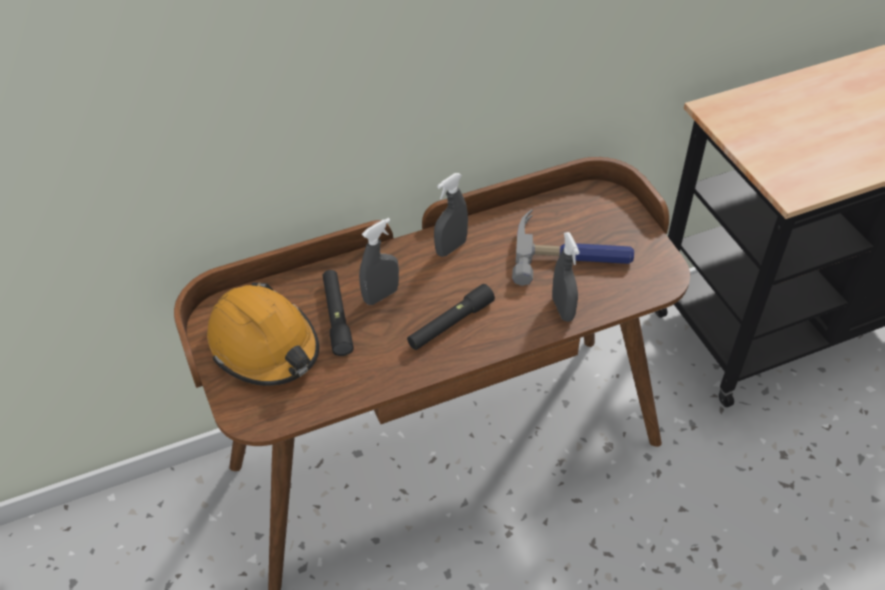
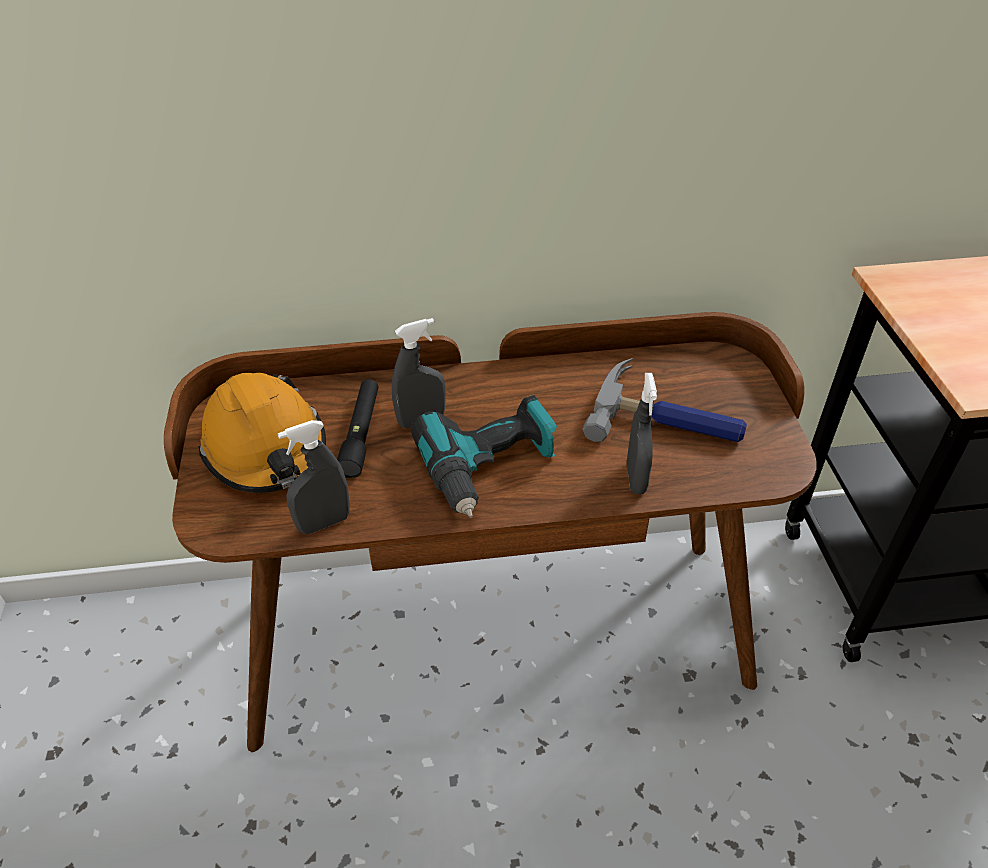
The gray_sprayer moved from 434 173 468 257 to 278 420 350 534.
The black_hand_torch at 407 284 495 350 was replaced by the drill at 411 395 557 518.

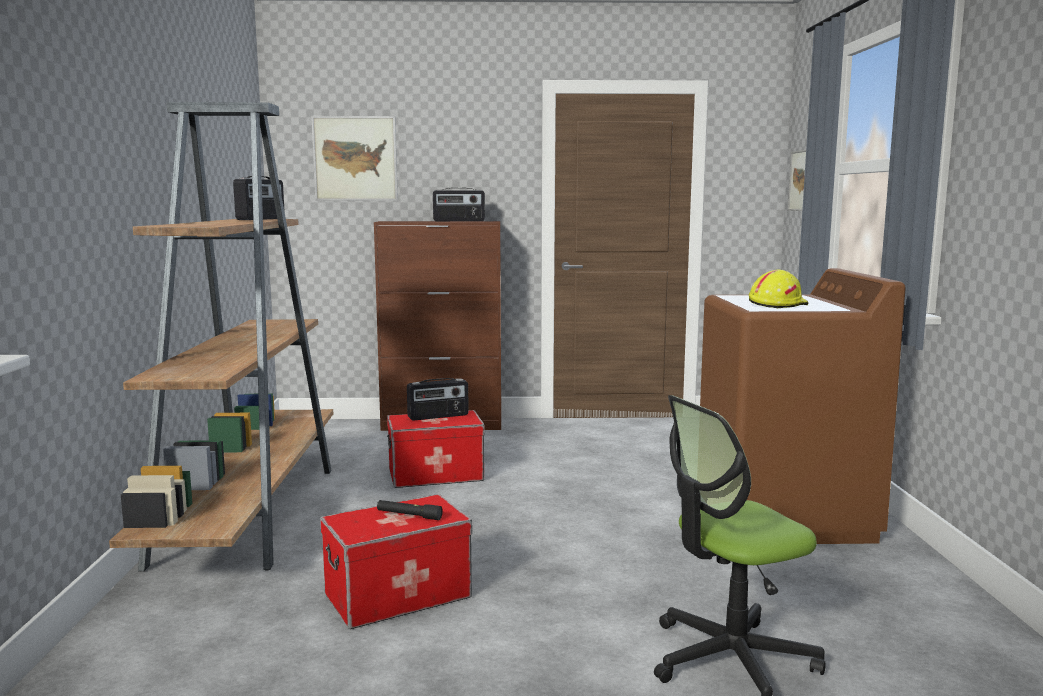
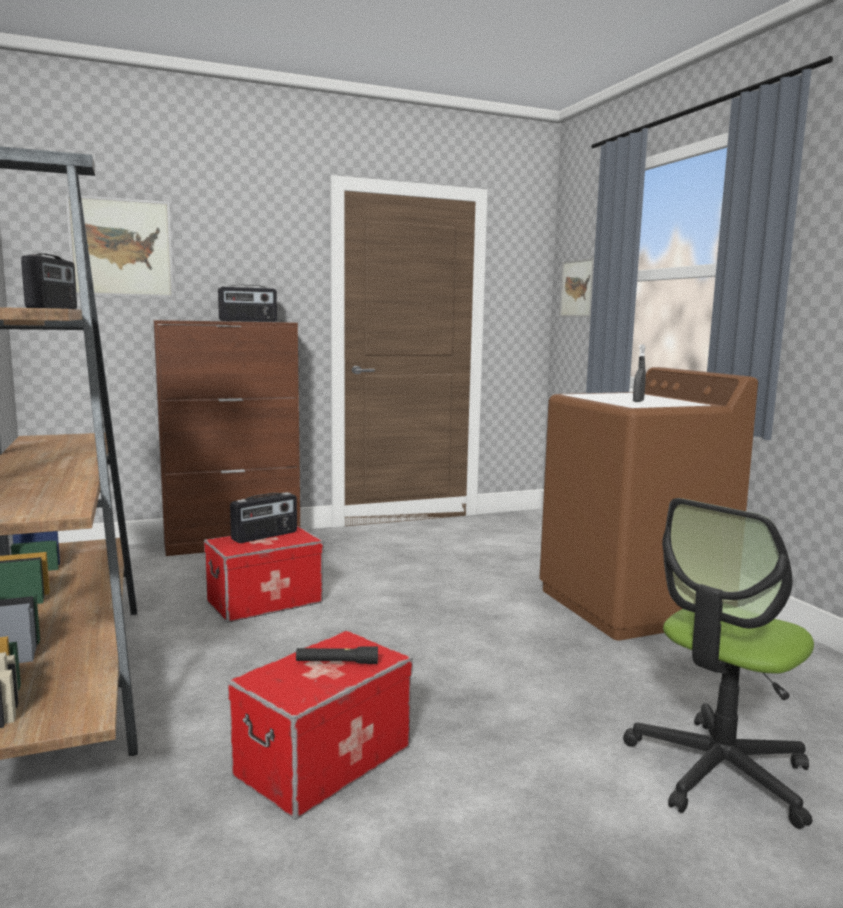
The yellowish_safety_helmet at 749 270 809 308 was replaced by the gray_sprayer at 633 344 646 402.

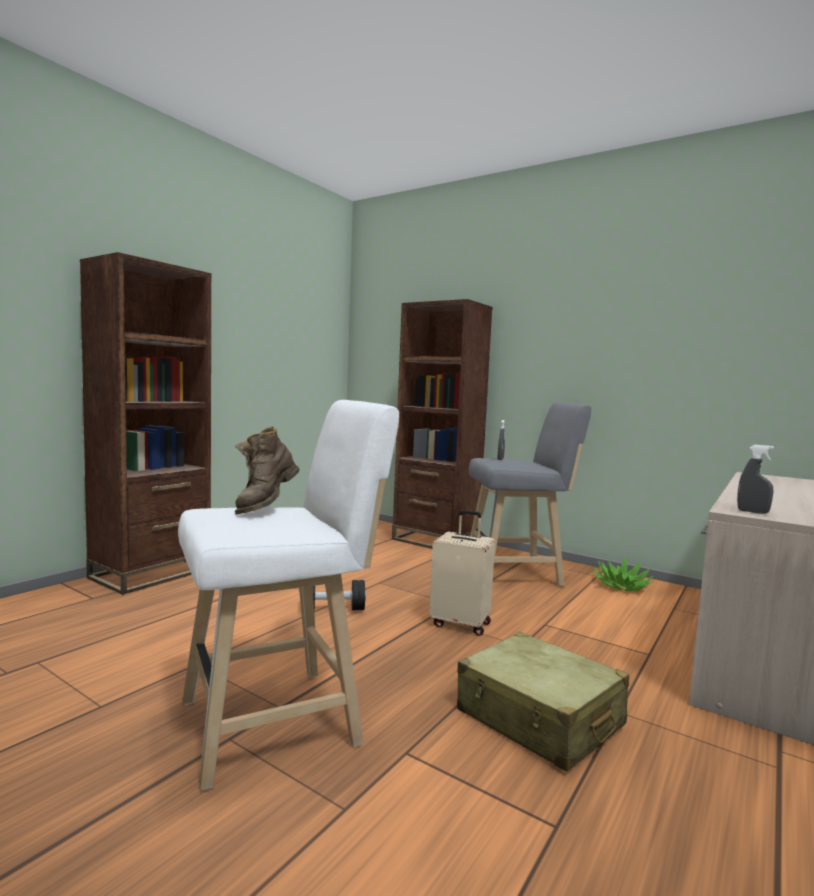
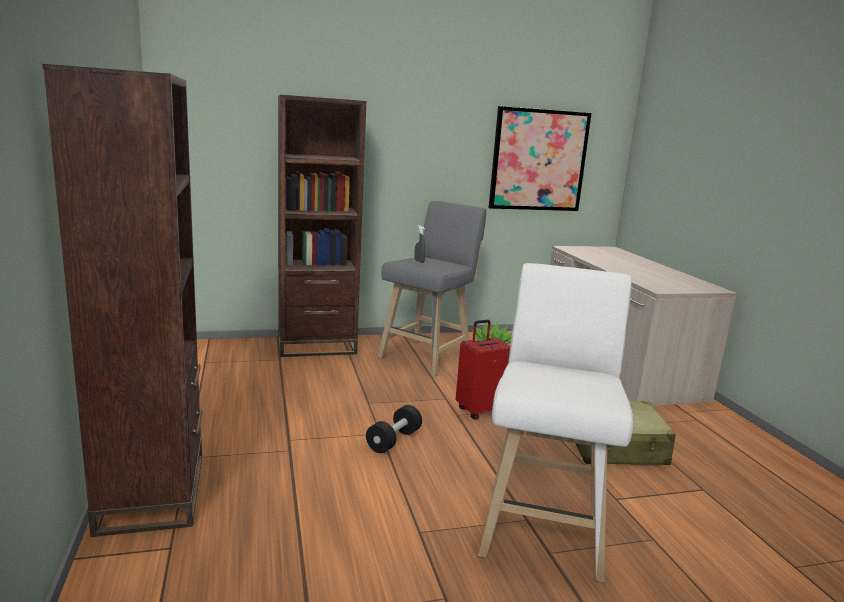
The brown_boot at 235 426 300 515 disappeared.
The gray_sprayer at 737 445 774 514 disappeared.
The wall_picture at 489 106 592 211 appeared.
The beige_piece_of_luggage at 429 510 495 636 became the red-coloured_piece_of_luggage at 456 320 510 420.

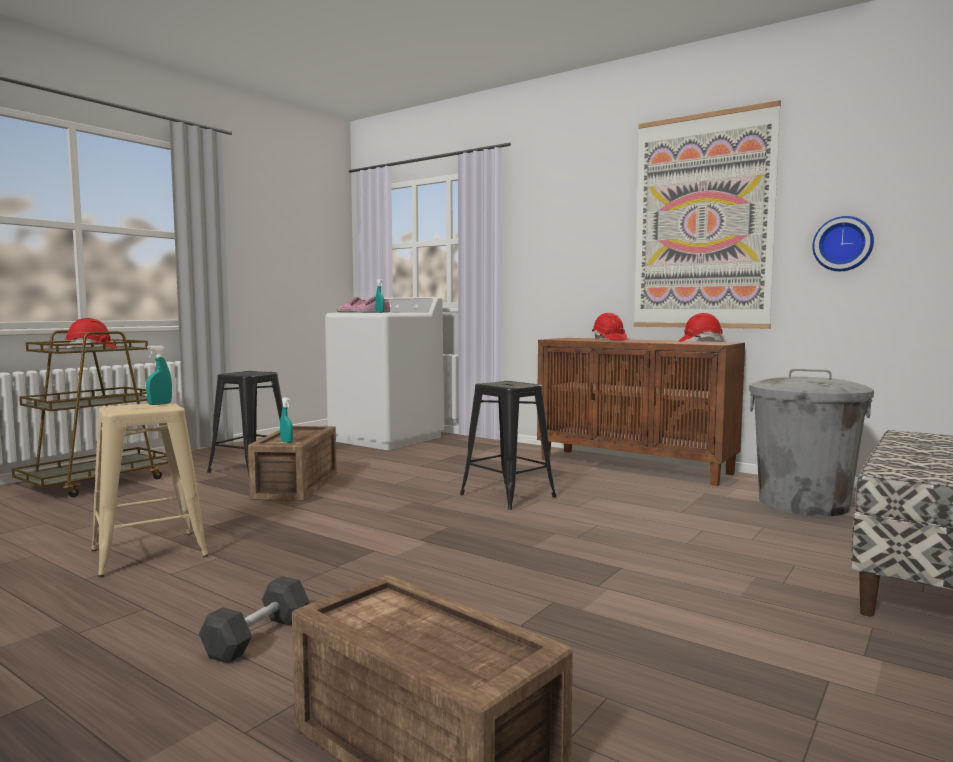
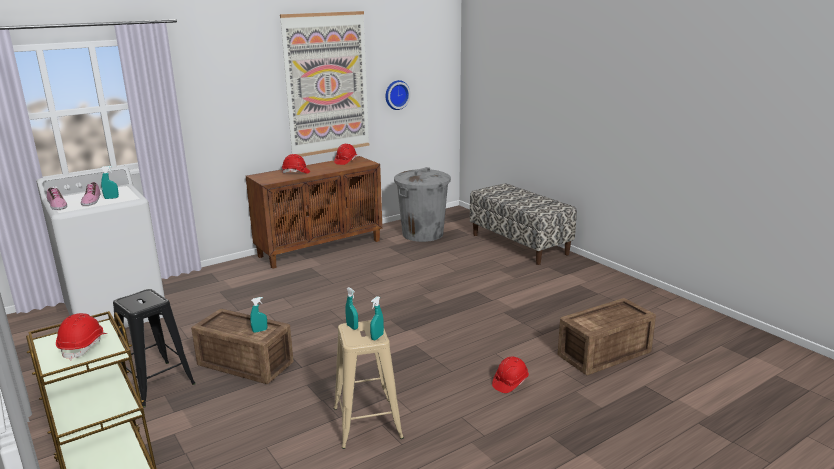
The black_sitting_stool at 460 381 557 510 disappeared.
The turquoise-coloured_sprayer at 370 296 384 340 appeared.
The gray_free_weight at 199 576 309 664 was replaced by the red-coloured_safety_helmet at 492 357 529 393.

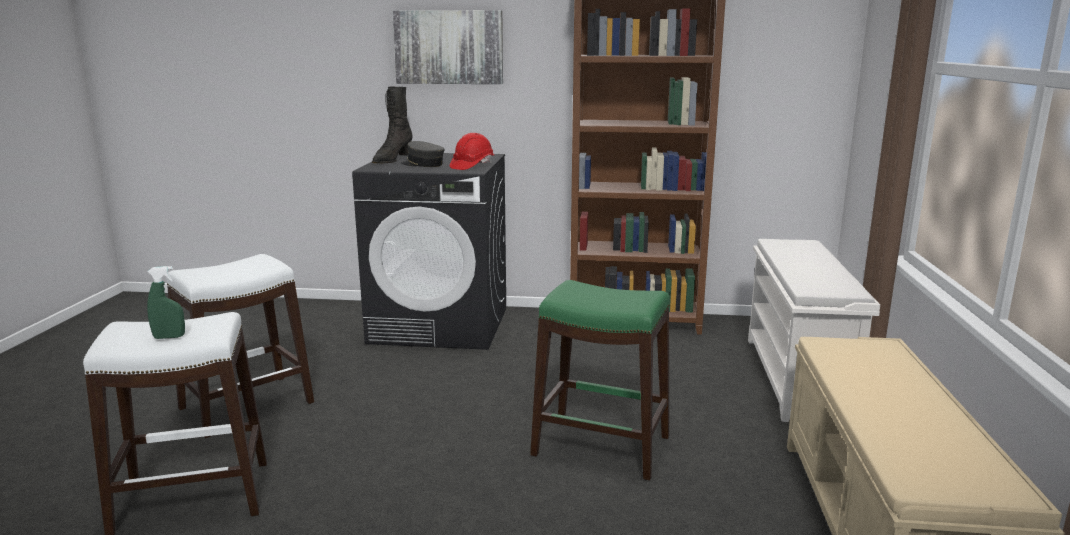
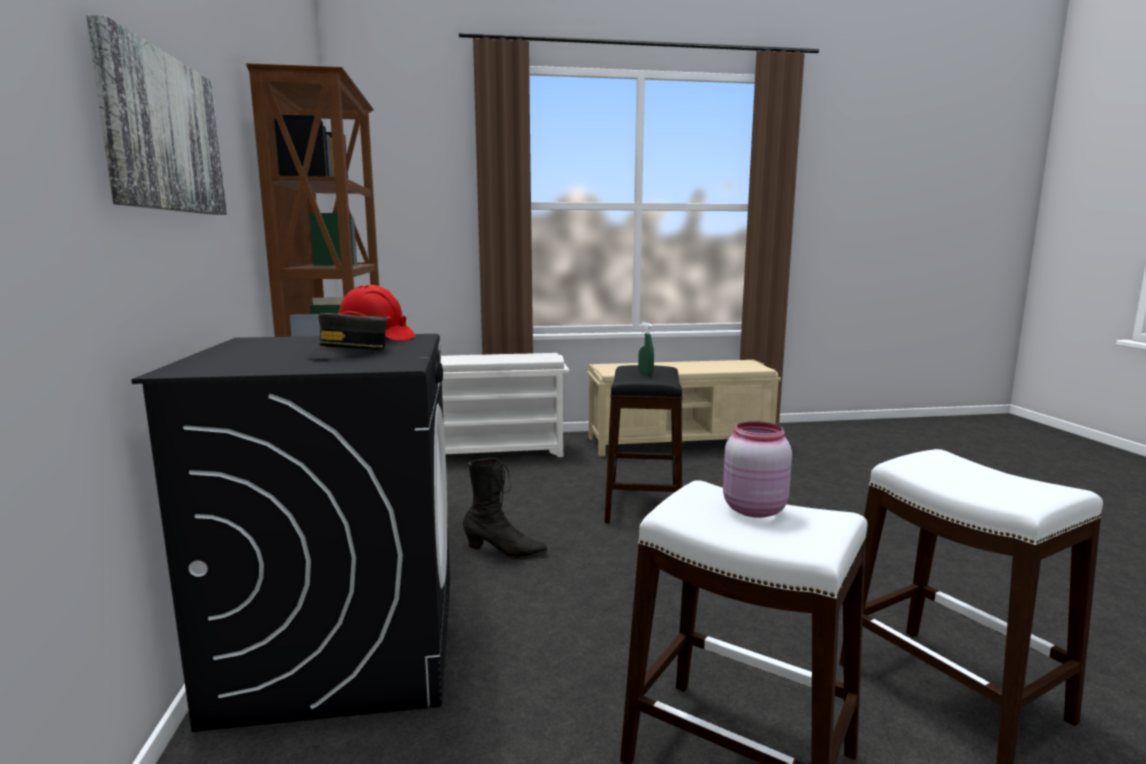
The pink_preserve_jar at 723 421 792 518 appeared.
The greenish_sprayer moved from 147 266 185 339 to 638 322 654 376.
The black_boot moved from 372 86 413 163 to 463 458 548 560.
The greenish_sitting_stool at 530 280 670 480 became the black_sitting_stool at 605 365 682 523.

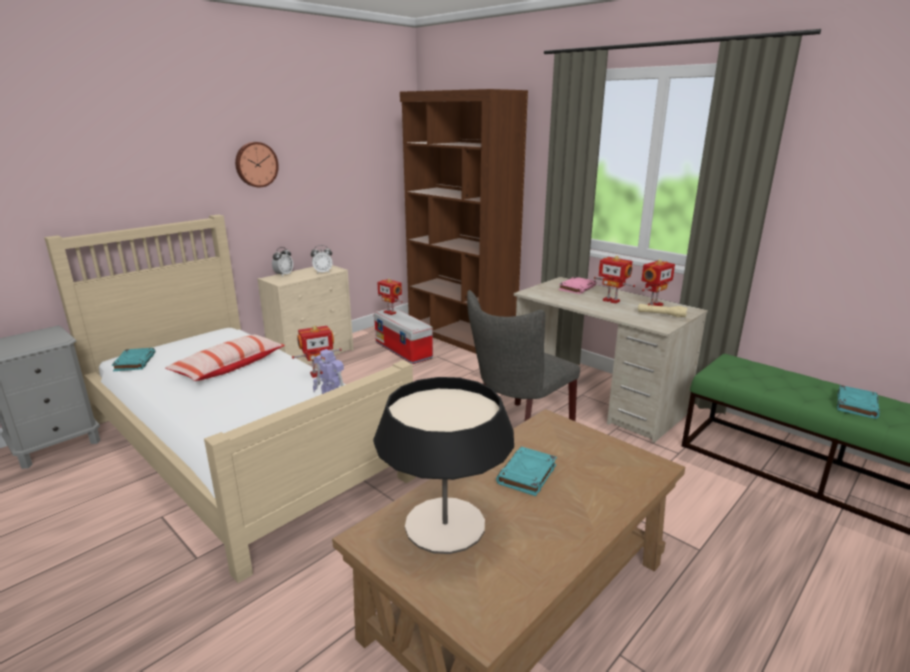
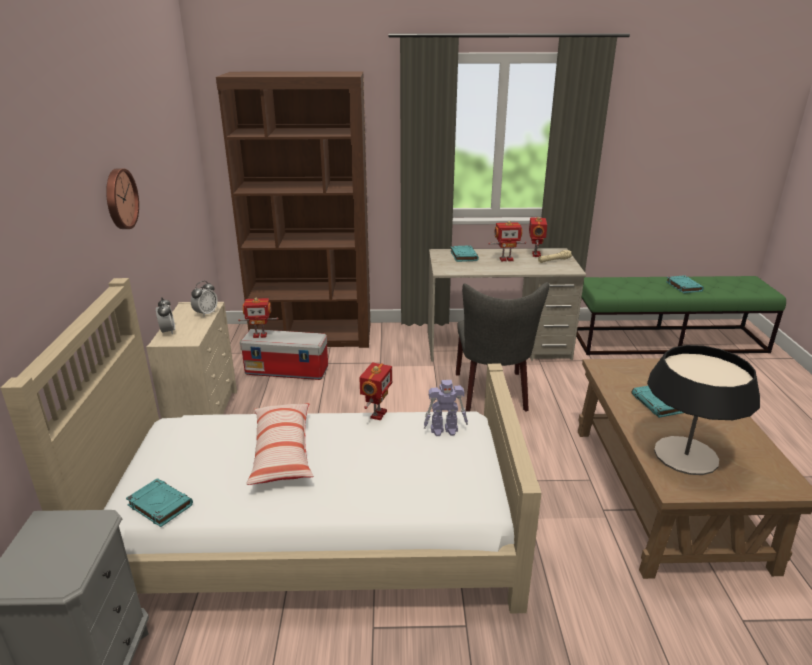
The pink_book at 559 277 596 294 became the turquoise-coloured_book at 451 245 479 262.

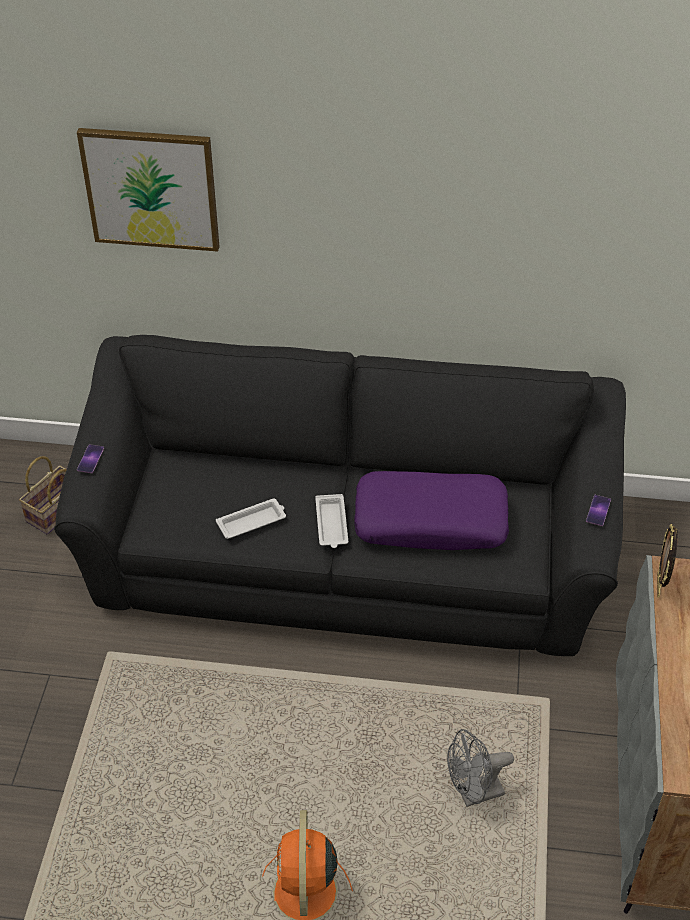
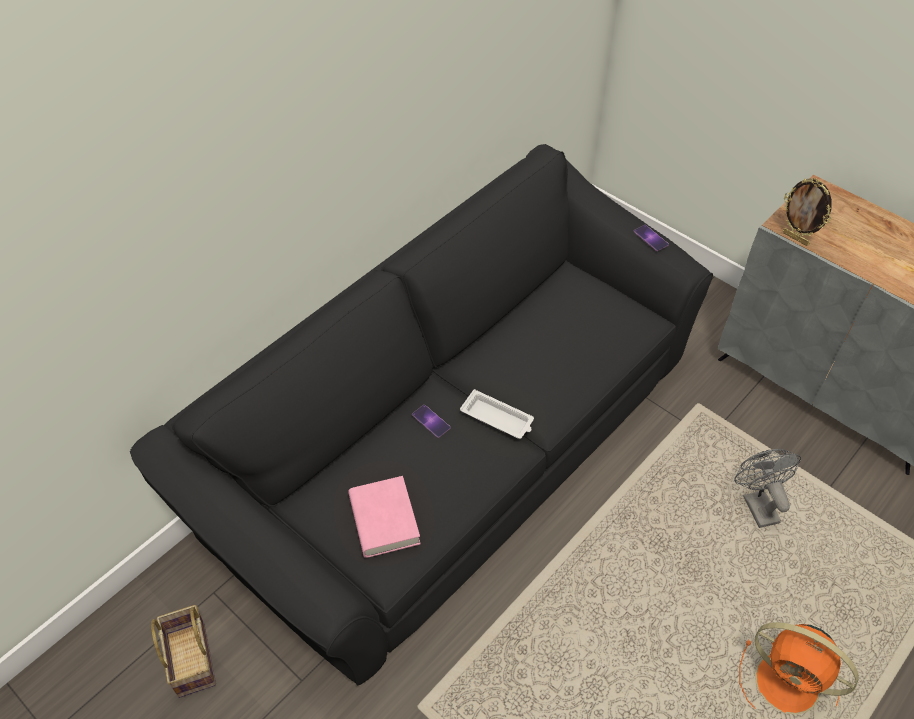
The wall_picture at 77 128 220 252 disappeared.
The white_serving_tray at 216 498 286 539 disappeared.
The purple-coloured_pillow at 354 471 509 550 disappeared.
The pink_book at 348 476 421 558 appeared.
The handset moved from 77 444 104 473 to 412 405 451 438.
The gray_cooling_fan at 447 729 514 807 turned 150 degrees clockwise.

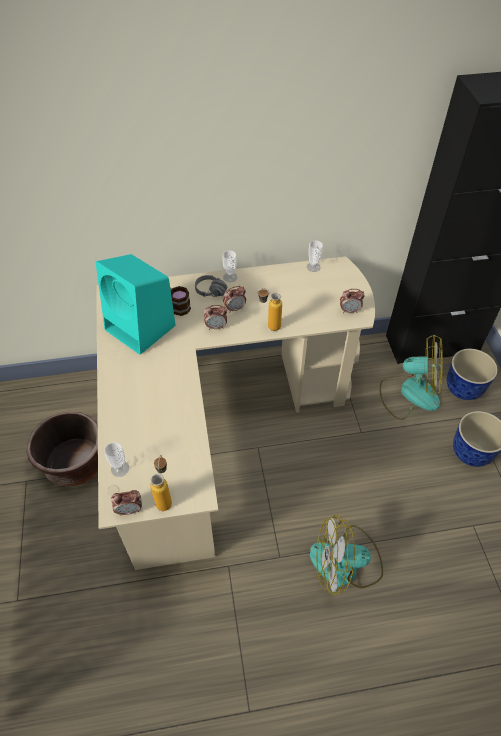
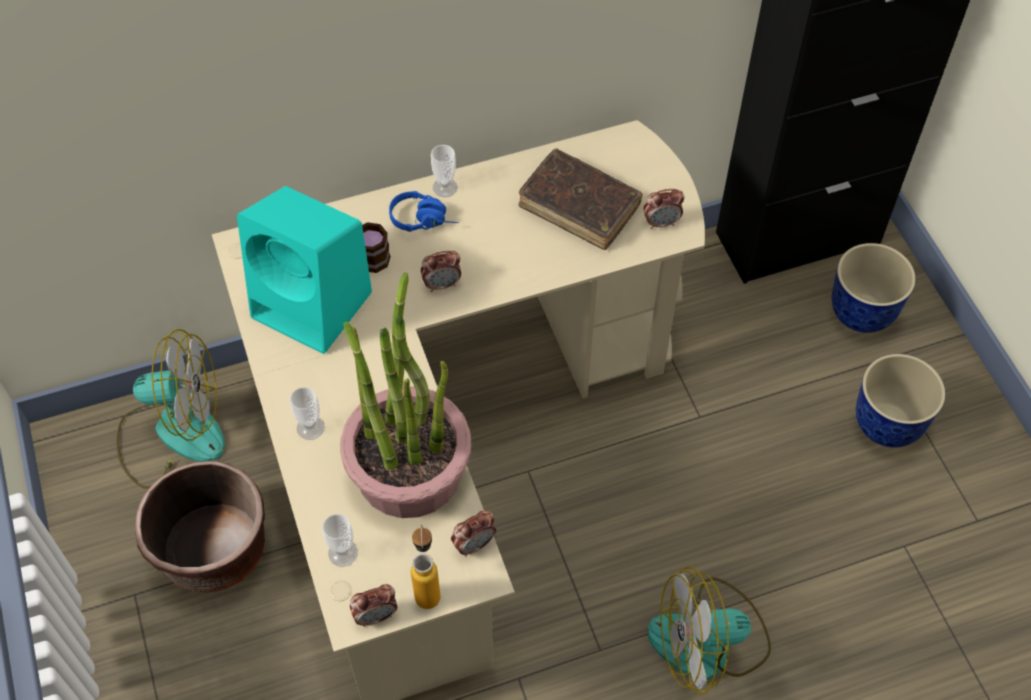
The drink_bottle at 257 288 282 331 disappeared.
The potted_plant at 340 272 471 518 appeared.
The brown_book at 518 148 643 250 appeared.
The table_clock moved from 223 286 246 313 to 451 510 496 557.
The cup moved from 307 241 323 272 to 290 387 325 440.
The cooling_fan moved from 379 335 443 420 to 117 329 225 489.
The gray_pair_of_headphones at 195 275 227 297 became the blue_pair_of_headphones at 389 191 459 232.

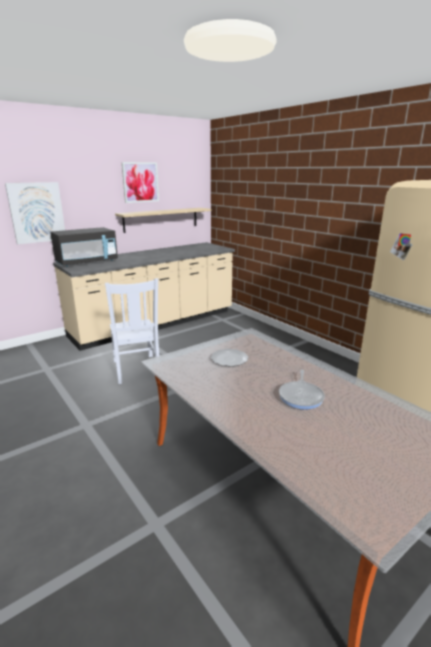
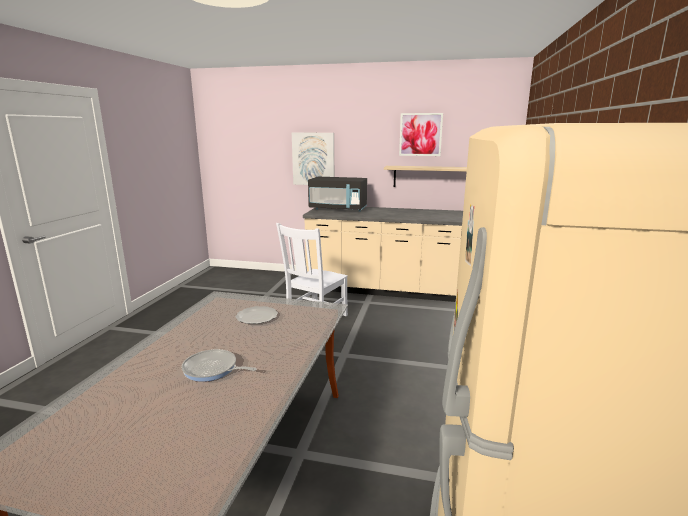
The frying_pan at 279 370 325 410 turned 45 degrees clockwise.

